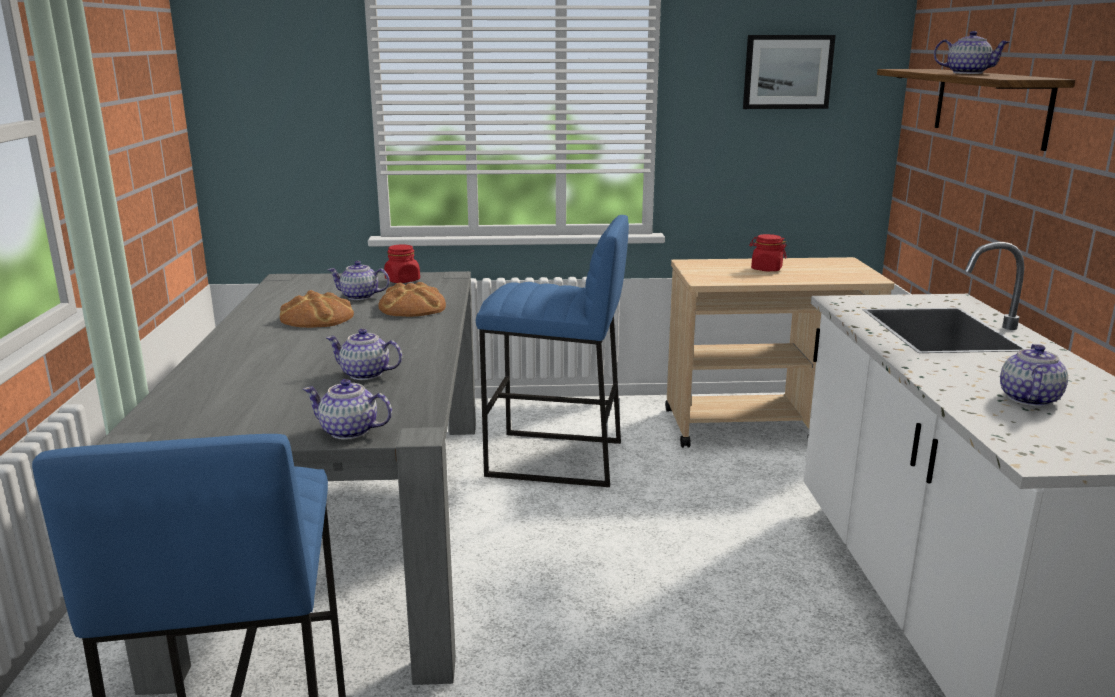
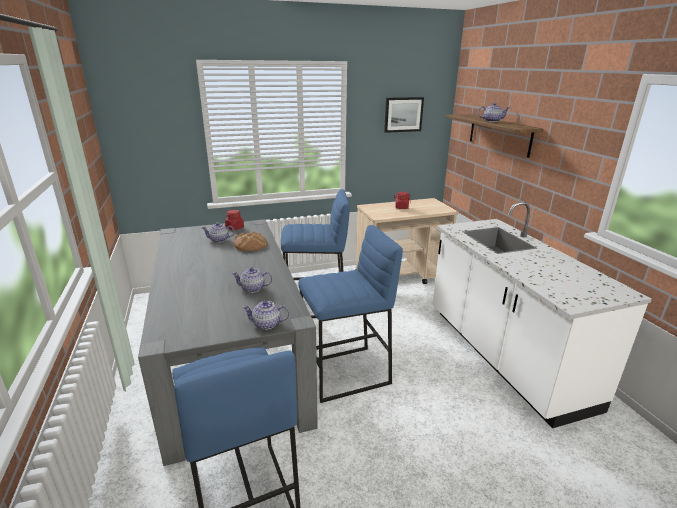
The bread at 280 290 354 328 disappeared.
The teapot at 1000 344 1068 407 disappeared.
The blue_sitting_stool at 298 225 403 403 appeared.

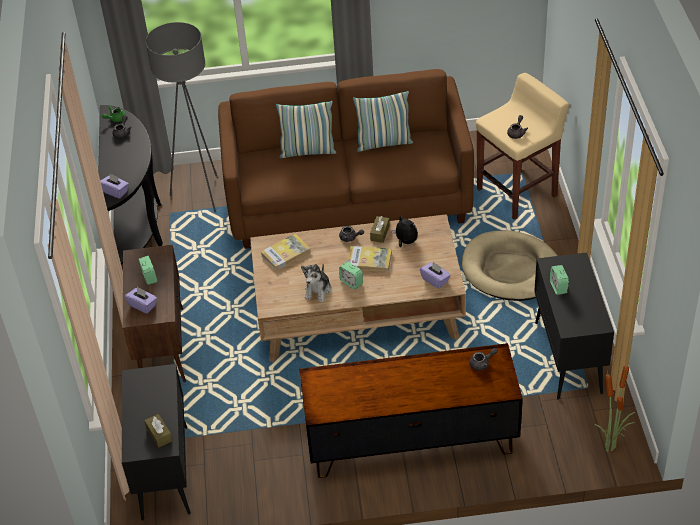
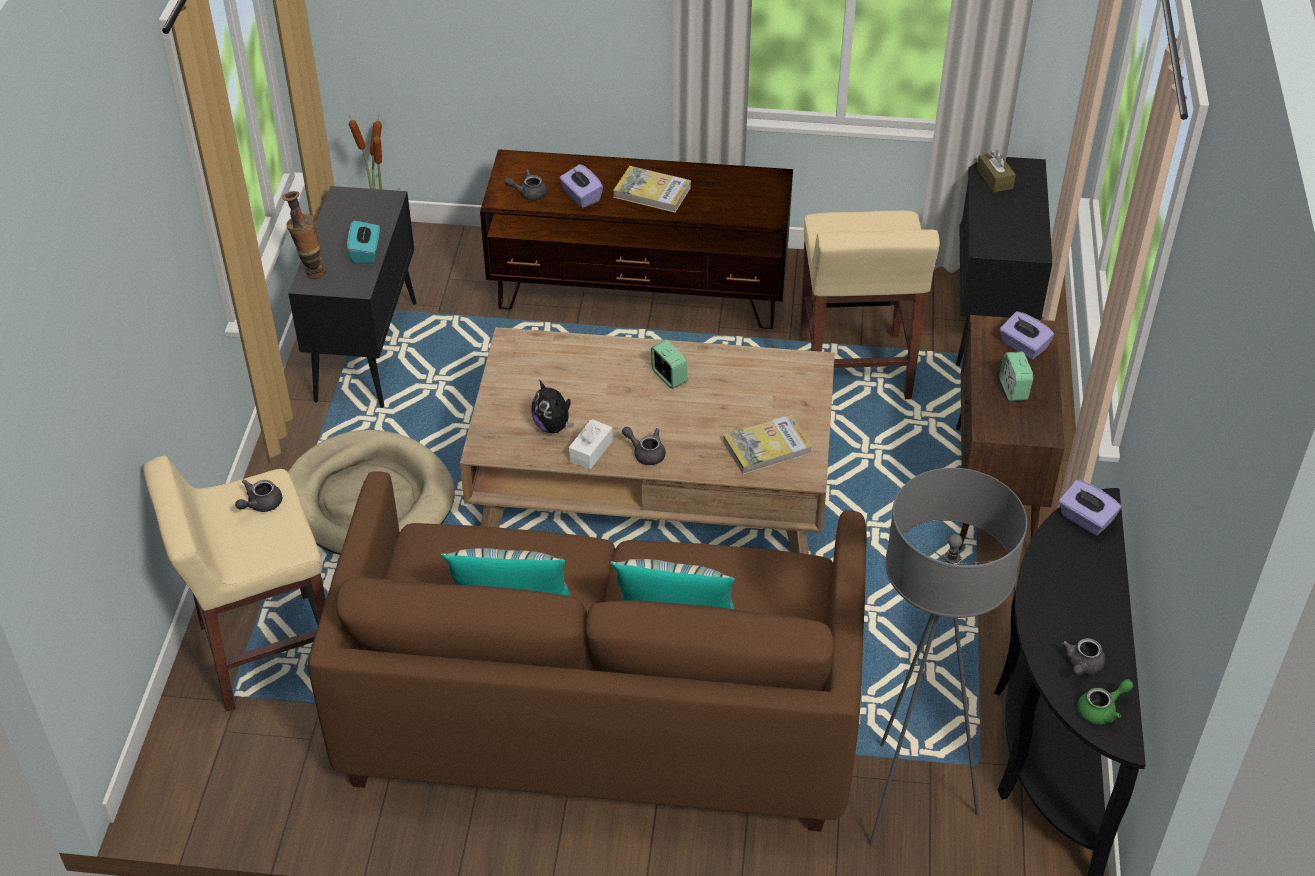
The plush_toy at 301 264 332 302 disappeared.
The decorative_vase at 282 191 326 279 appeared.
The beige_sitting_stool at 800 210 940 399 appeared.
The book moved from 347 246 392 272 to 613 166 691 213.
The purple-coloured_tissue_box moved from 420 262 451 289 to 560 164 603 208.
The table_clock at 550 265 569 295 was replaced by the turquoise-coloured_tissue_box at 347 221 380 264.
The brown_tissue_box at 370 216 390 243 became the white_tissue_box at 569 419 613 469.

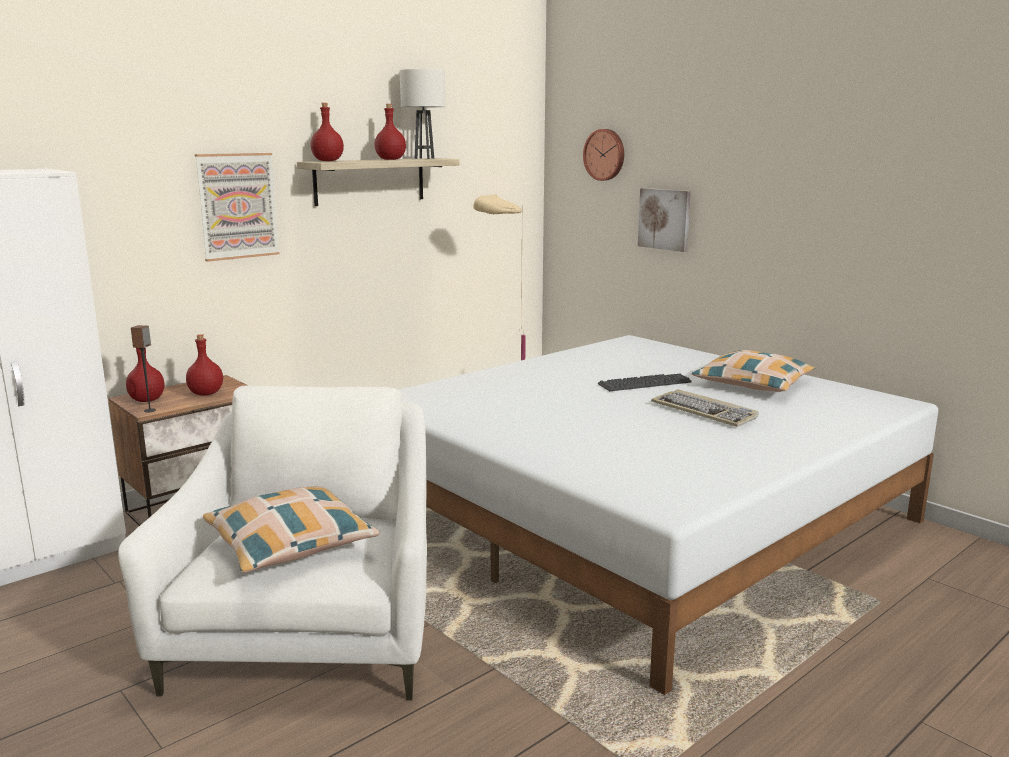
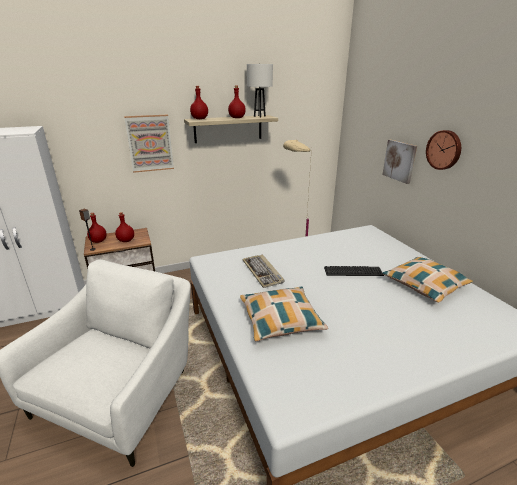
The pillow moved from 203 486 380 573 to 240 286 328 341.
The wall_clock moved from 583 129 624 181 to 426 130 461 170.
The keyboard moved from 651 389 759 427 to 242 255 285 288.

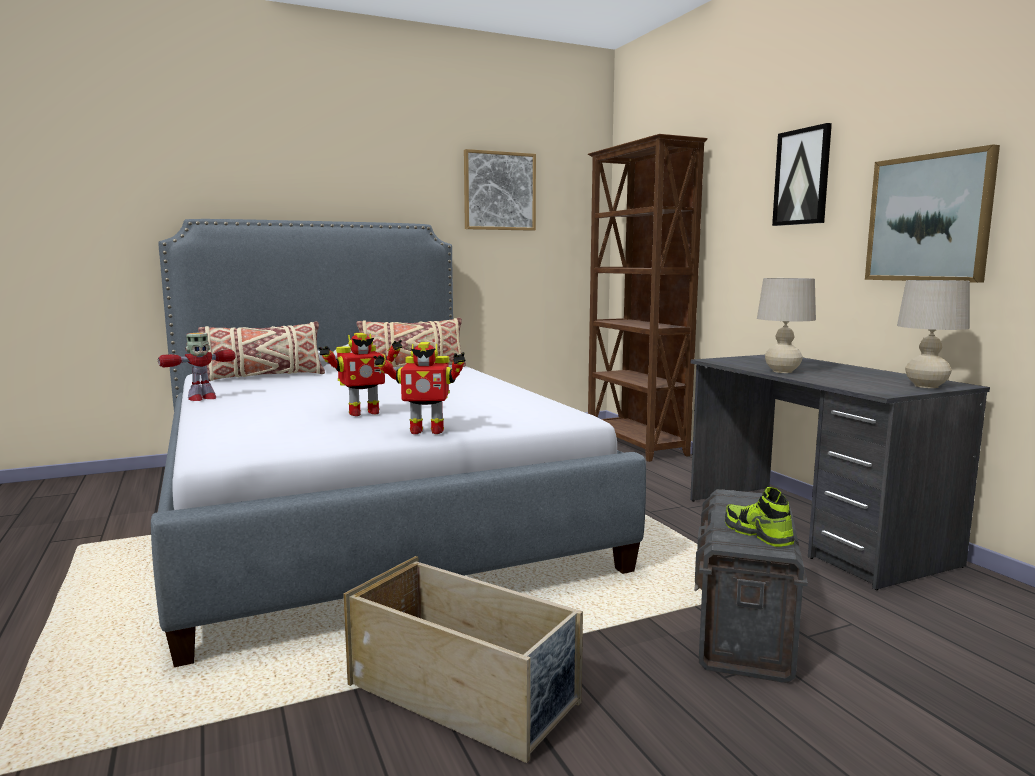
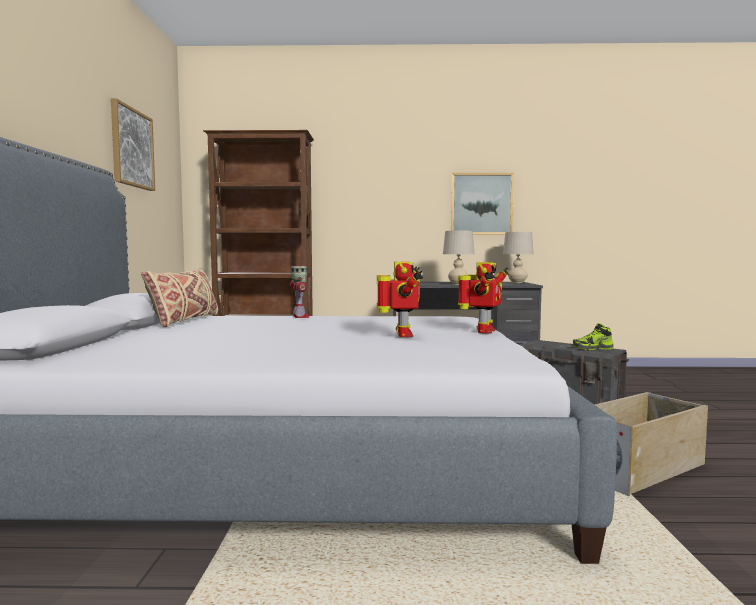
The beige_pillow at 198 322 325 381 disappeared.
The wall_picture at 772 123 832 226 disappeared.
The robot_figure moved from 158 333 236 401 to 290 266 309 318.

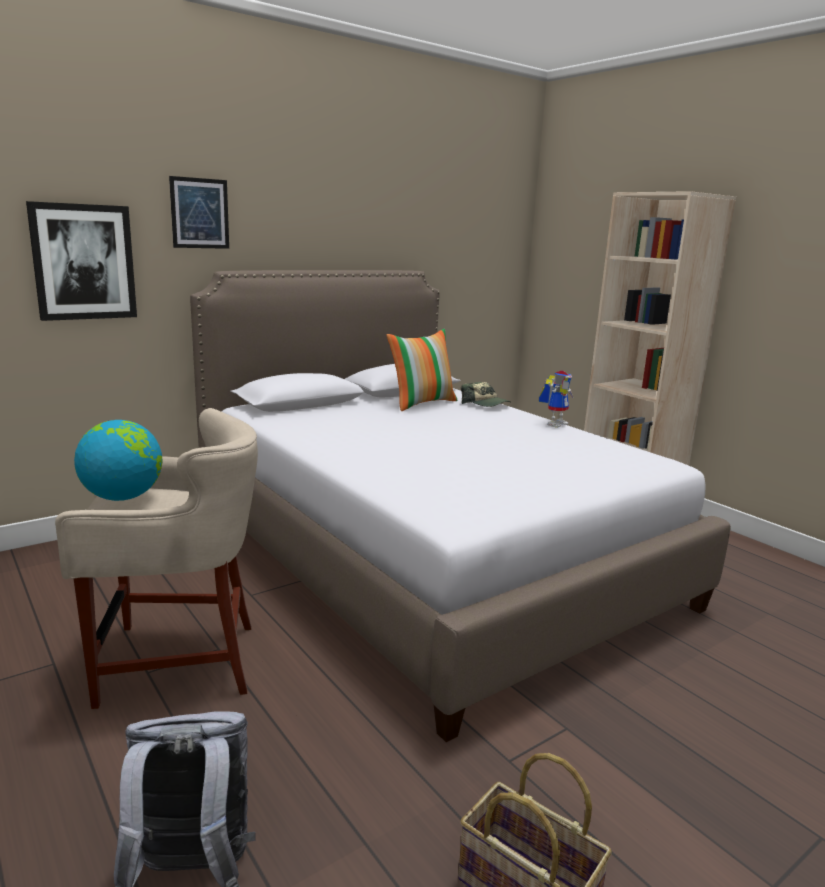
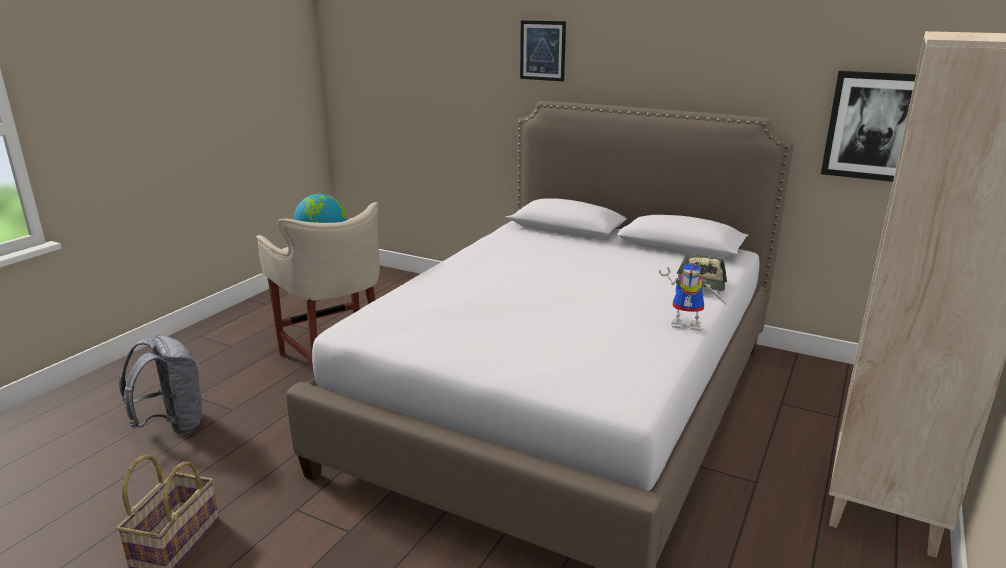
The pillow at 386 329 458 411 disappeared.
The wall_picture moved from 26 201 137 321 to 821 71 916 182.

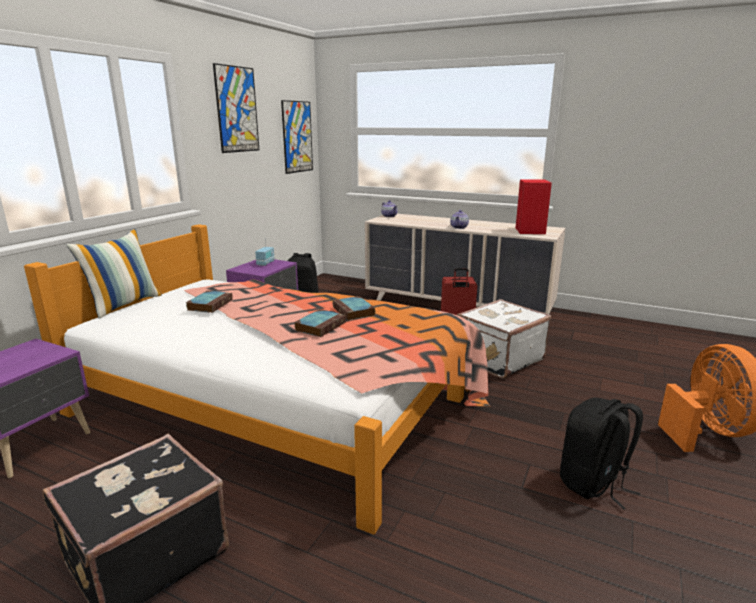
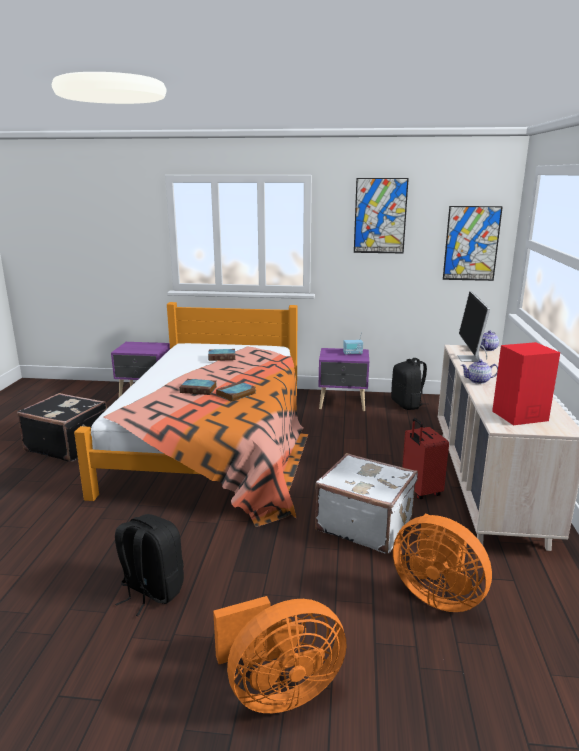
The pillow at 67 229 162 319 disappeared.
The orange_cooling_fan at 393 513 492 612 appeared.
The computer_screen at 457 291 490 362 appeared.

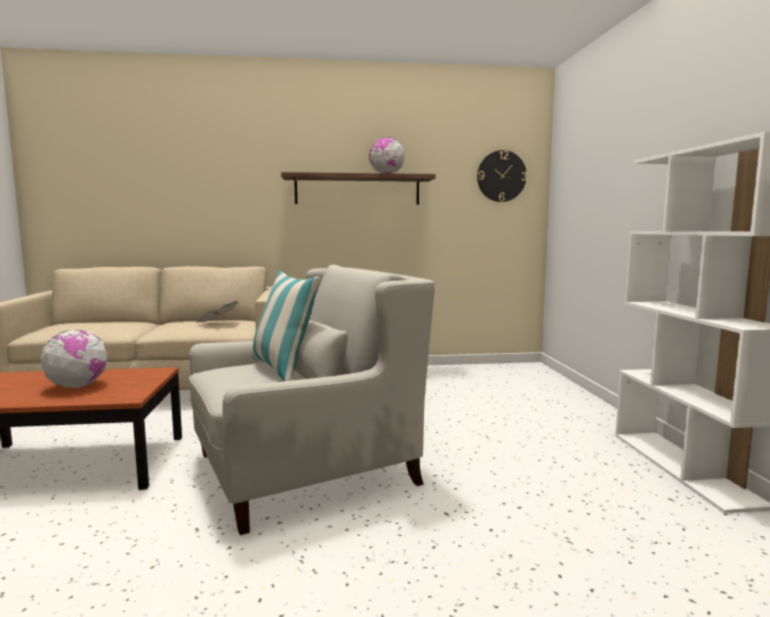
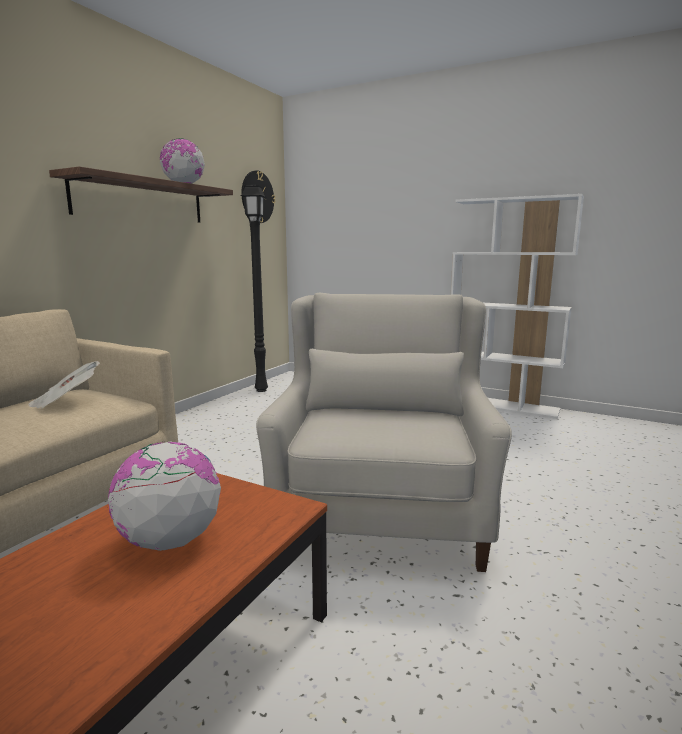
The pillow at 253 271 320 381 disappeared.
The black_floor_lamp at 240 184 268 392 appeared.

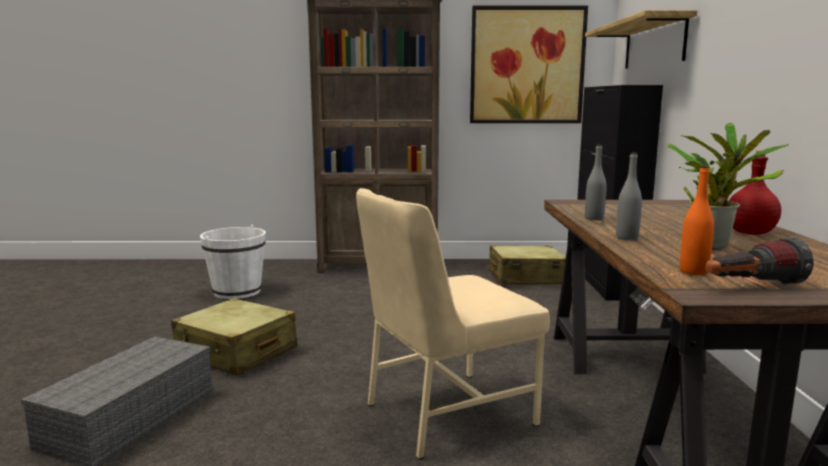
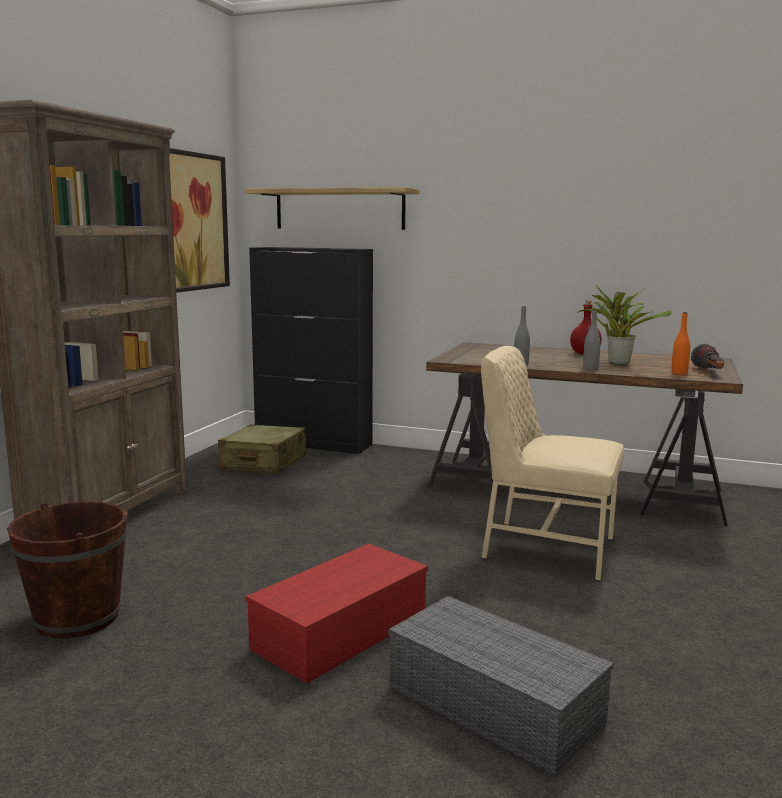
The beige_piece_of_luggage at 171 298 298 375 was replaced by the red-coloured_storage_bin at 246 544 428 683.
The white_water_bucket at 200 225 266 299 became the brown_water_bucket at 7 501 128 639.
The beige_chair at 356 188 550 460 turned 120 degrees clockwise.

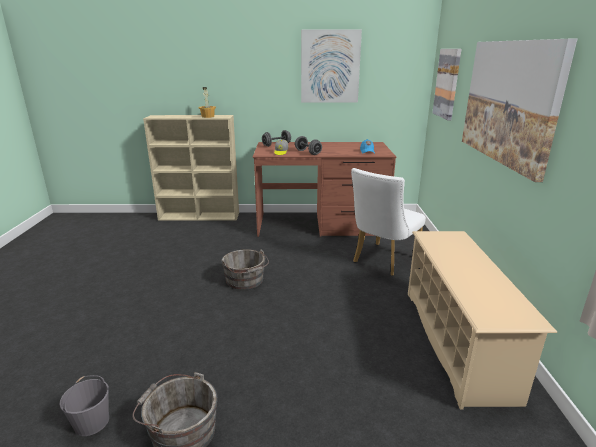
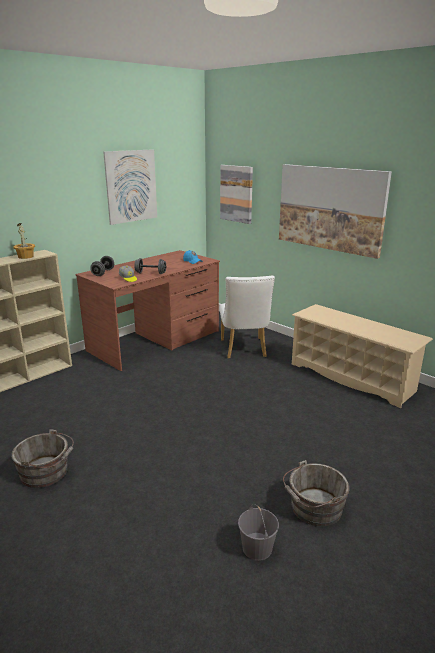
The gray_water_bucket moved from 221 249 269 290 to 11 429 74 488.

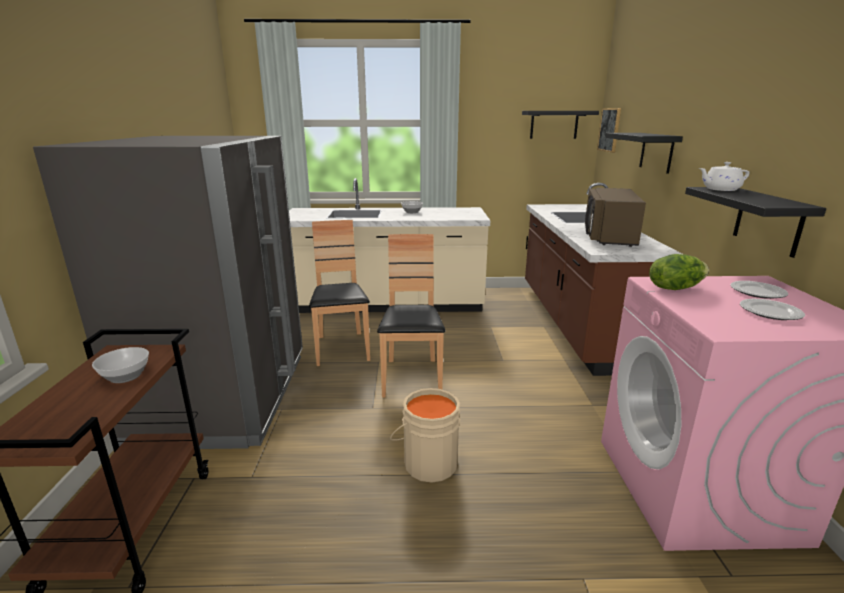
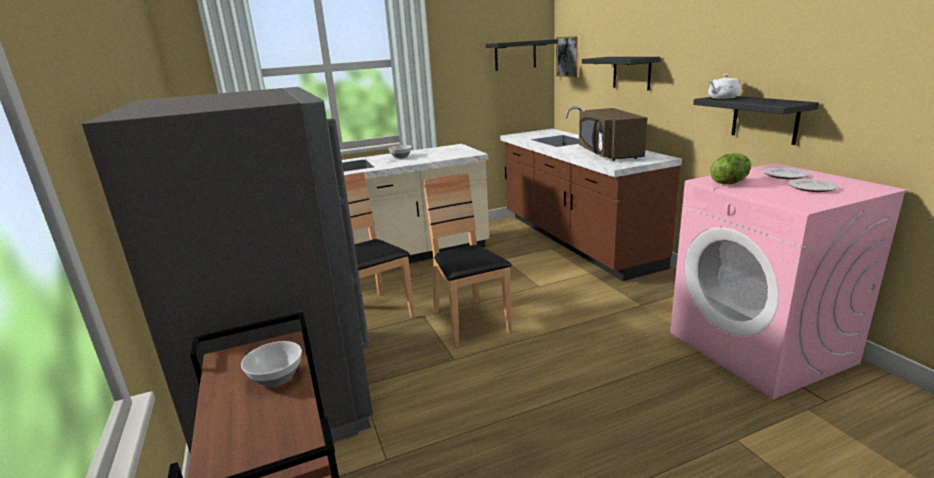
The beige_water_bucket at 390 388 461 483 disappeared.

